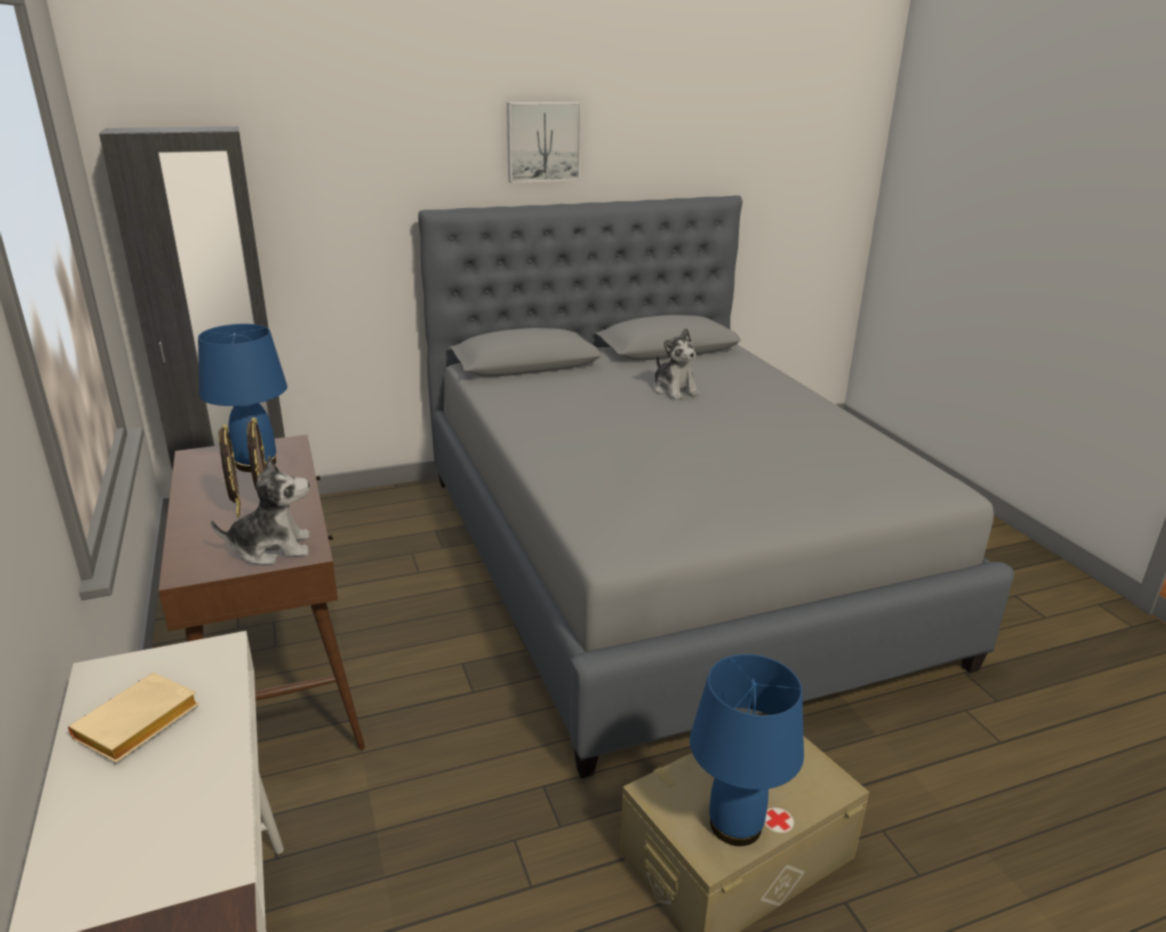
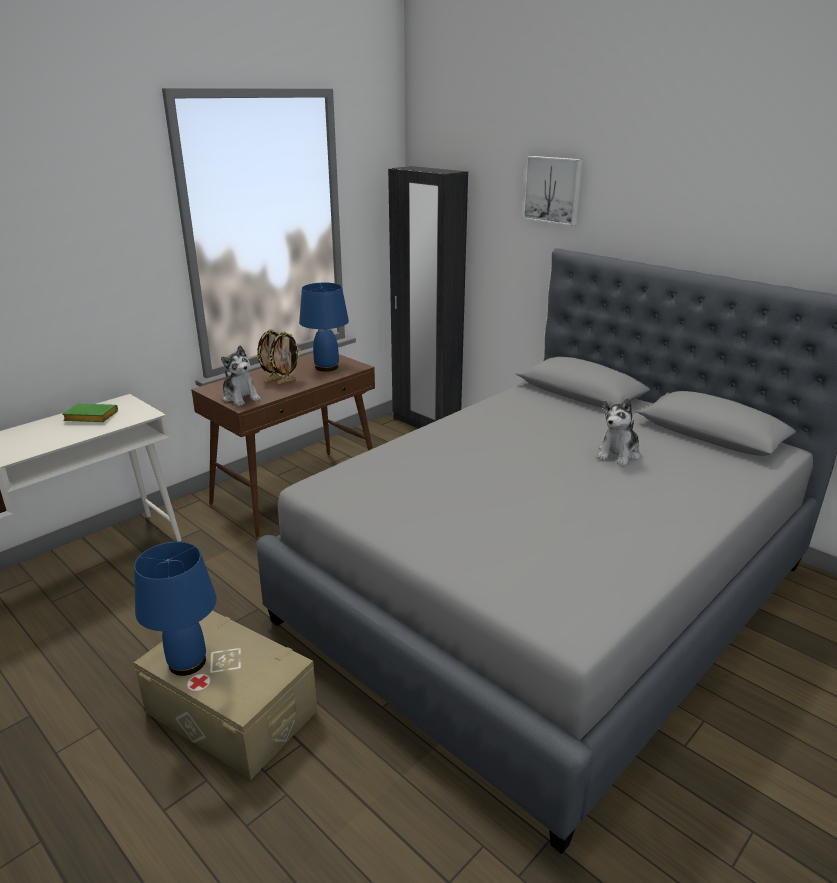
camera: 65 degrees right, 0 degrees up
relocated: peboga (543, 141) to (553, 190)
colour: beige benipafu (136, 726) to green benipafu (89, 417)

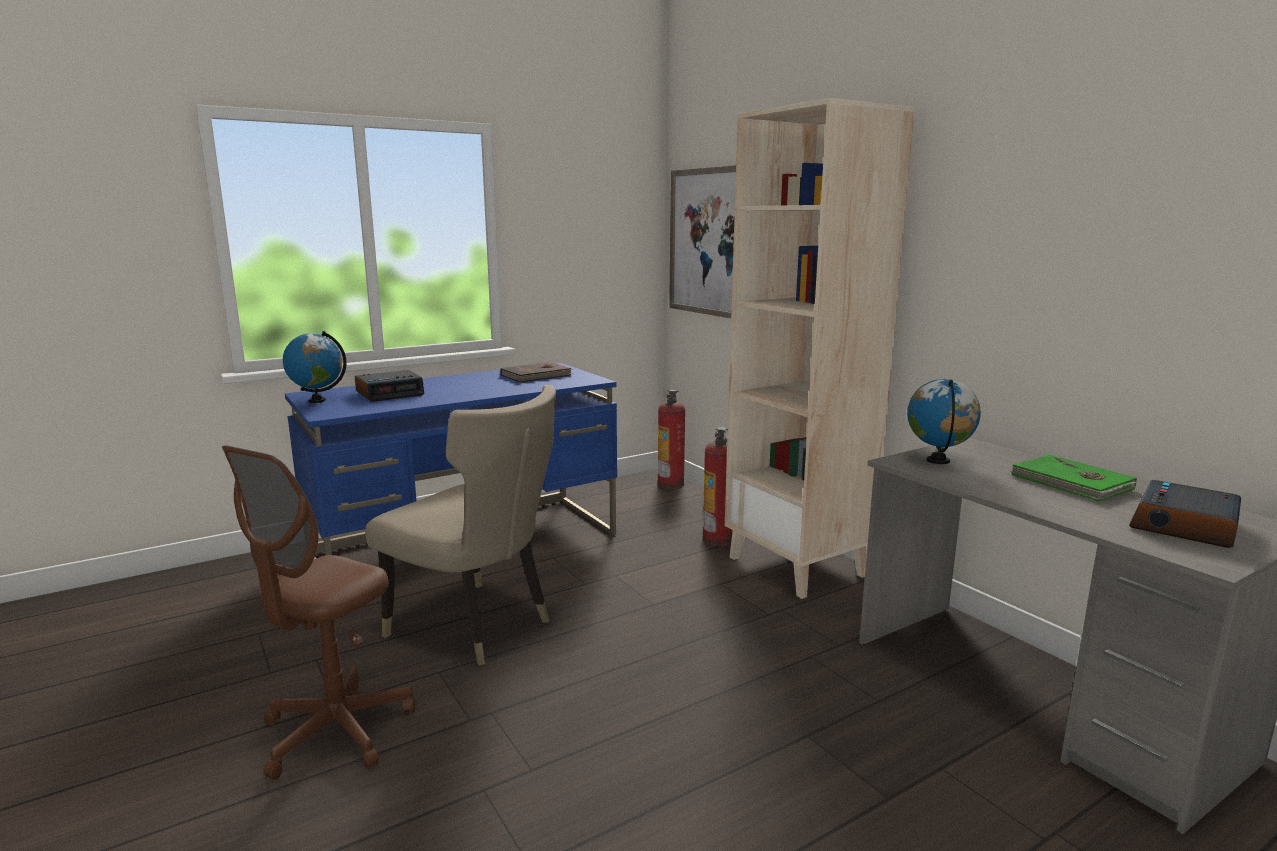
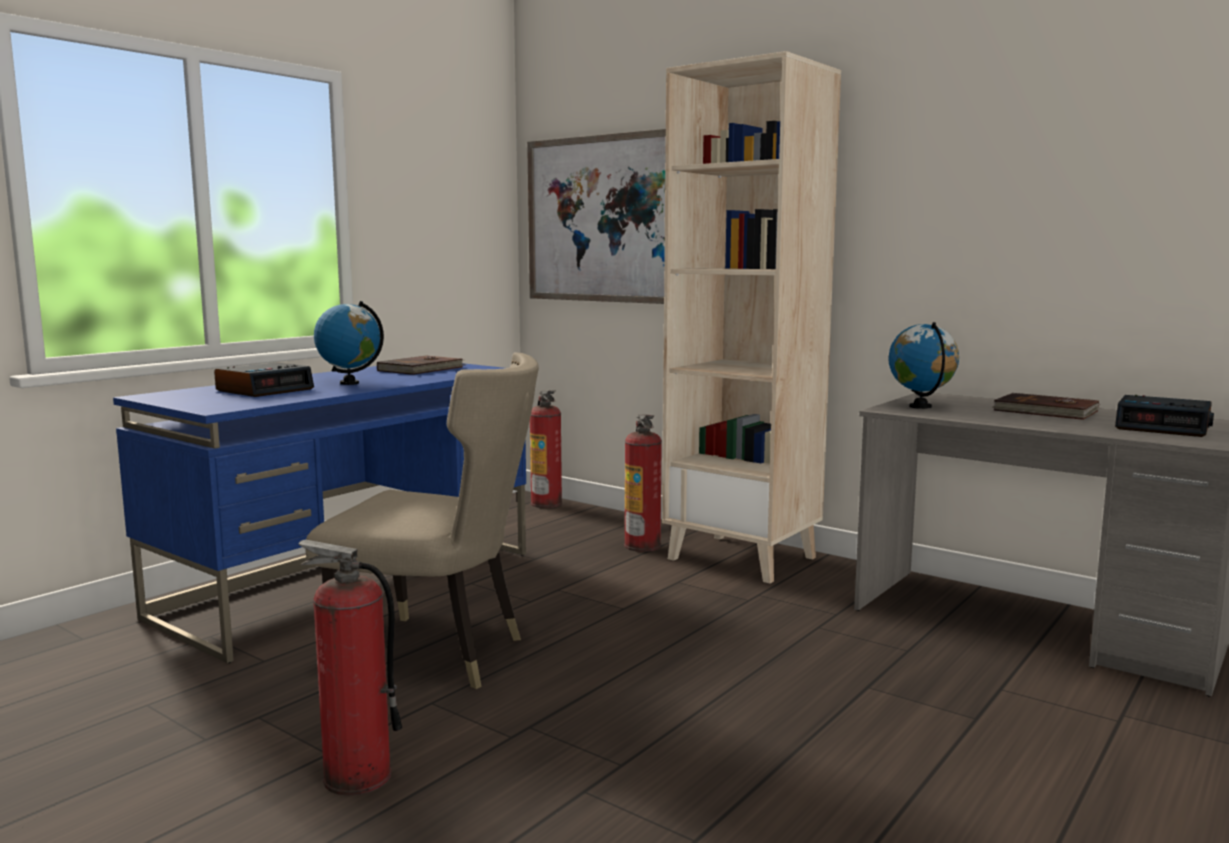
camera: 20 degrees left, 5 degrees down
relocated: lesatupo (317, 400) to (349, 383)
exchanged: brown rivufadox (336, 732) to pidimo (356, 777)
colour: green benipafu (1071, 482) to brown benipafu (1046, 411)
spun: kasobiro (1184, 526) = (1163, 427) 75 degrees counterclockwise

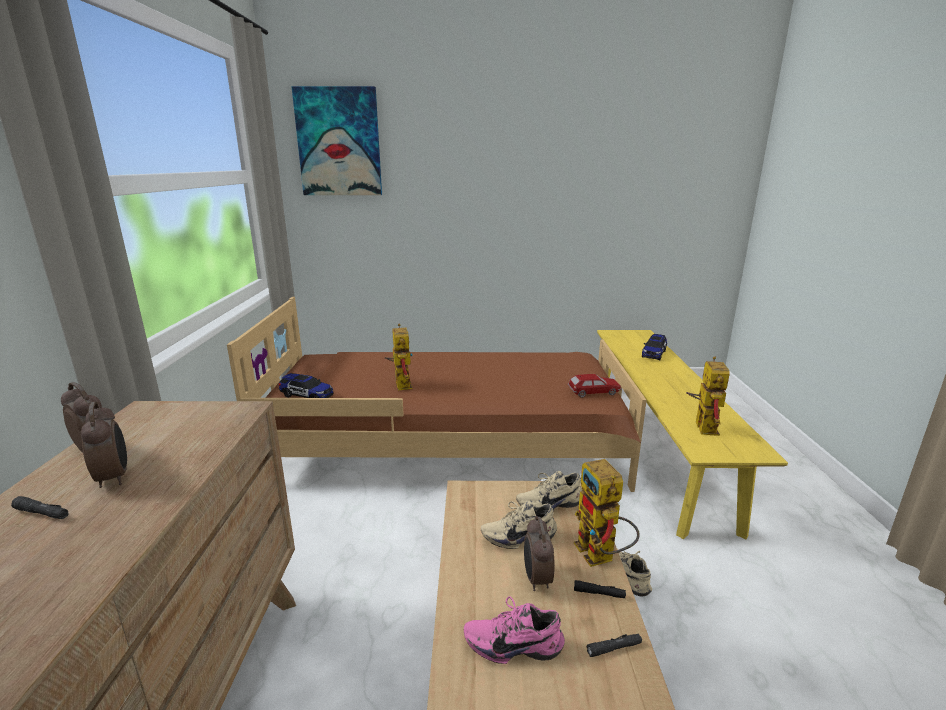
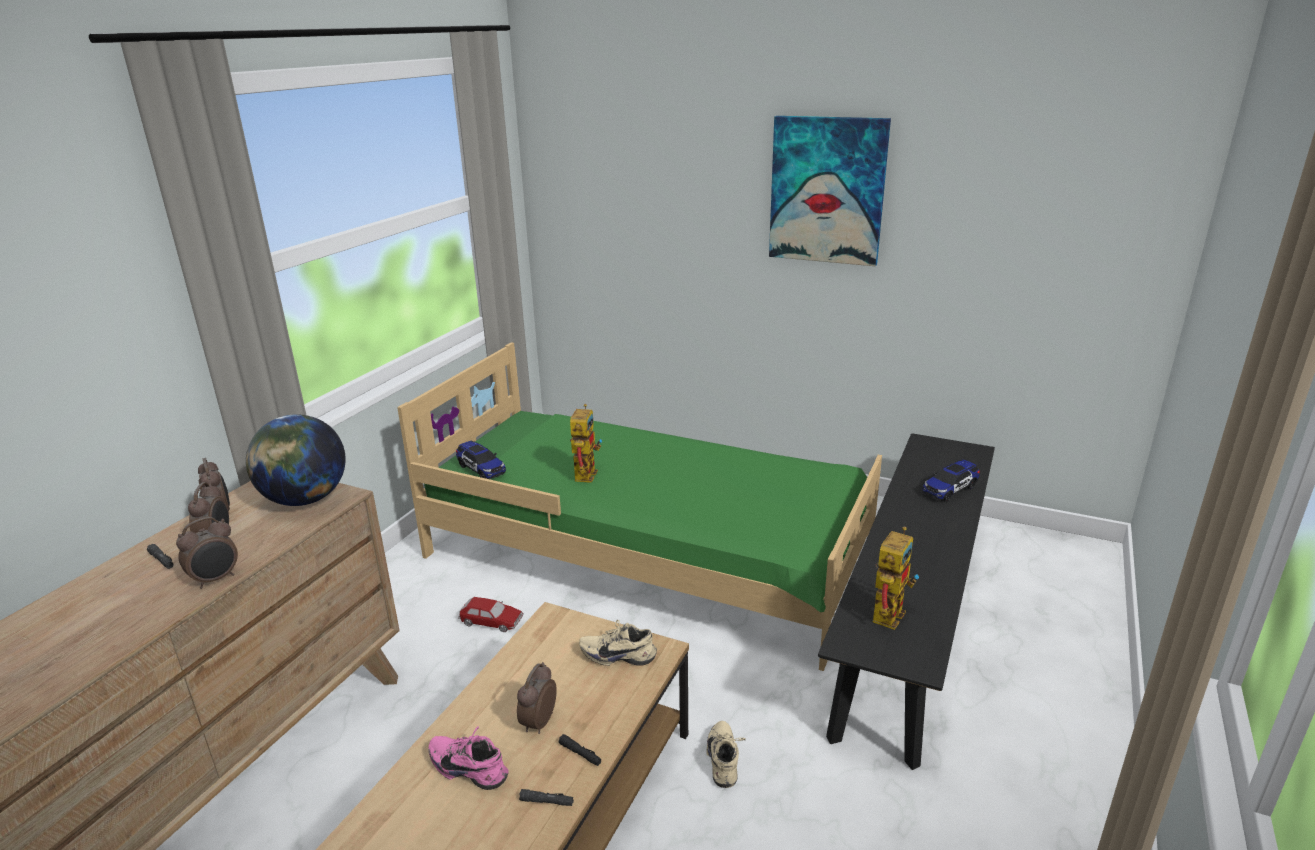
camera: 25 degrees right, 5 degrees up
missing: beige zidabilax (518, 536); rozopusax (601, 557)
appeared: kasobiro (216, 579); lesatupo (305, 499)
relocated: peboga (339, 142) to (827, 190); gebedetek (594, 392) to (492, 621)
colour: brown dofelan (449, 445) to green dofelan (649, 554); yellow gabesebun (655, 446) to black gabesebun (910, 619)

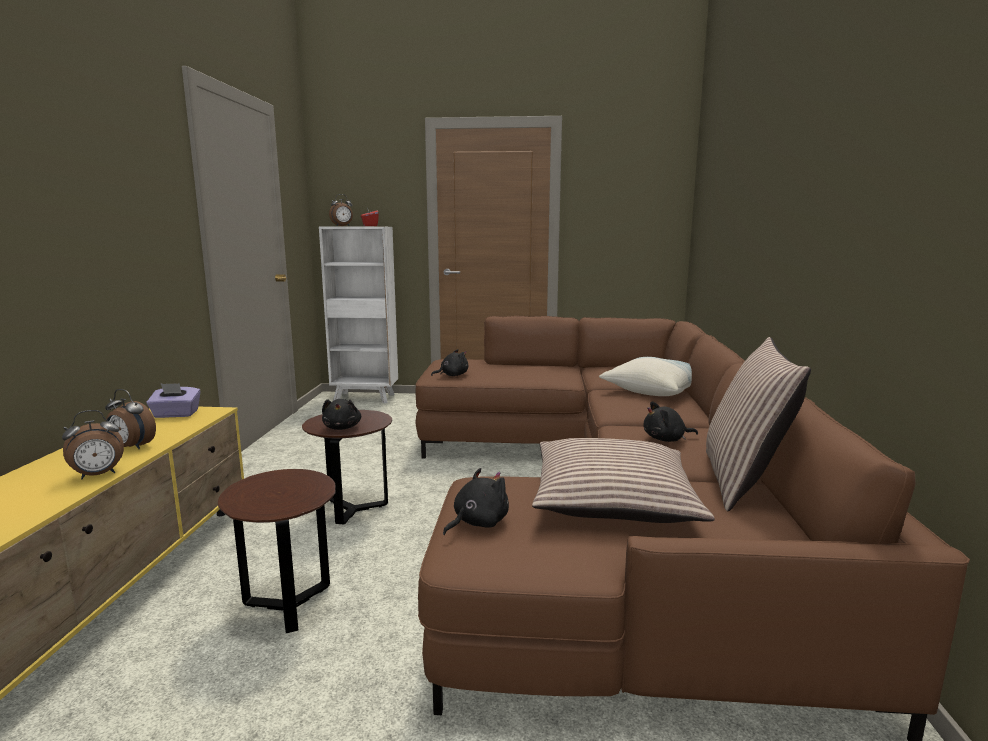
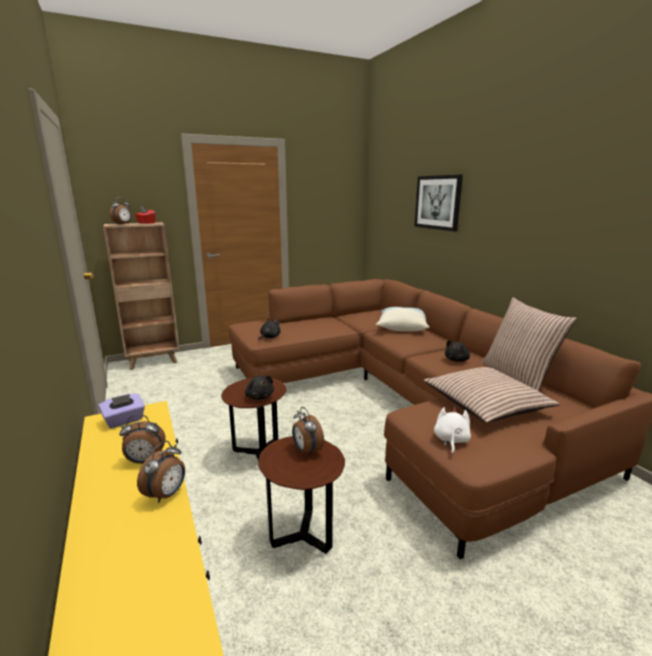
camera: 30 degrees left, 5 degrees up
appeared: kasobiro (306, 450); peboga (438, 202)
colour: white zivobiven (365, 398) to brown zivobiven (154, 361); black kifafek (477, 523) to white kifafek (451, 440)

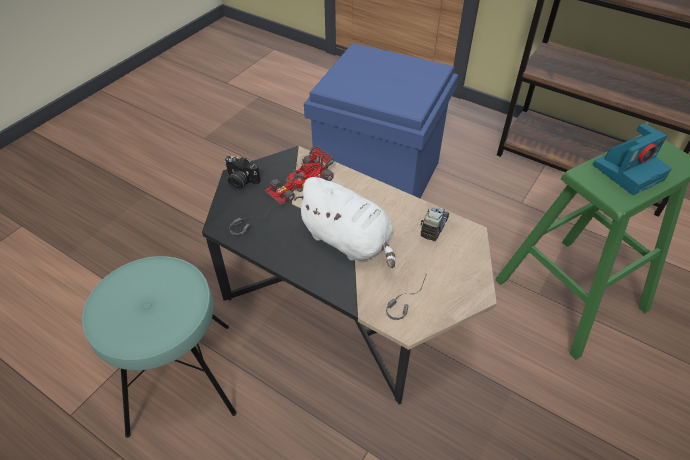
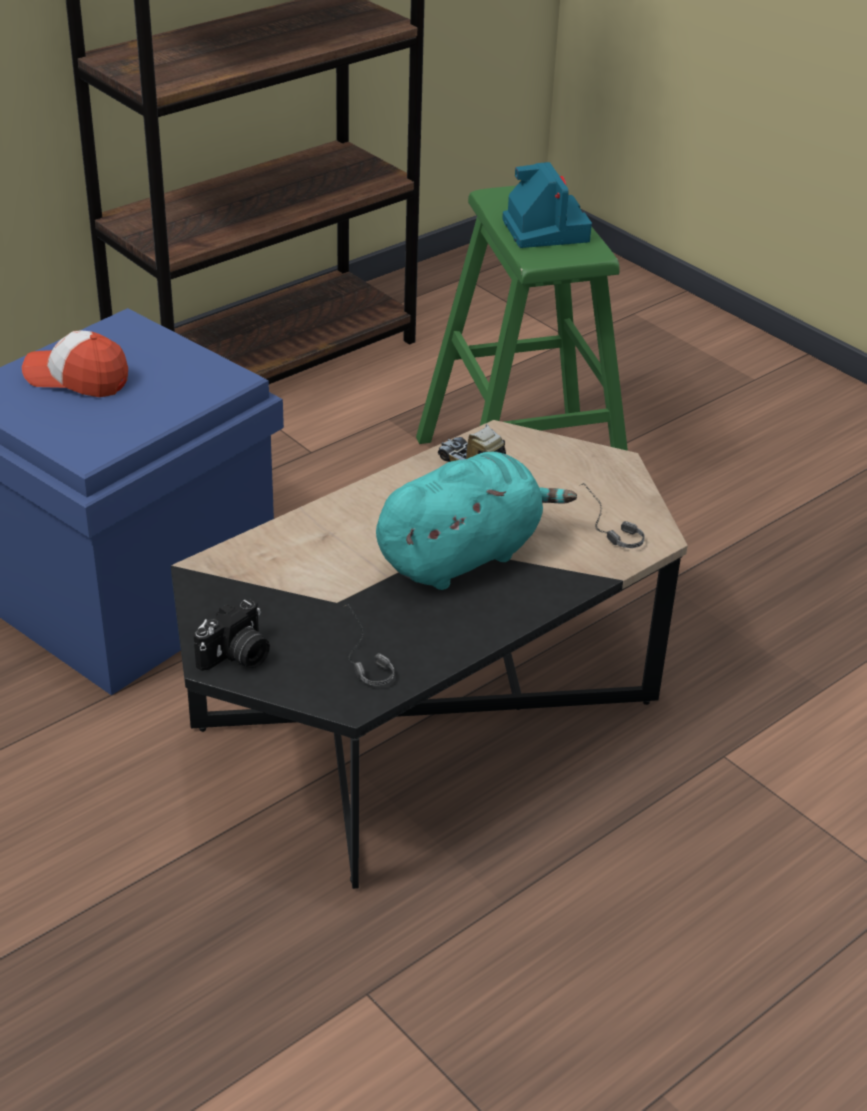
camera: 75 degrees left, 10 degrees down
missing: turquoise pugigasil (181, 377); gebedetek (300, 182)
appeared: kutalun (77, 378)
colour: white kifafek (348, 241) to turquoise kifafek (463, 555)

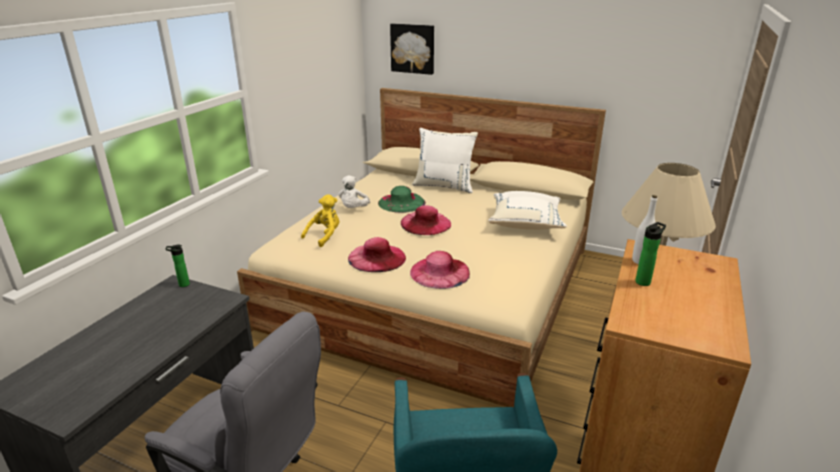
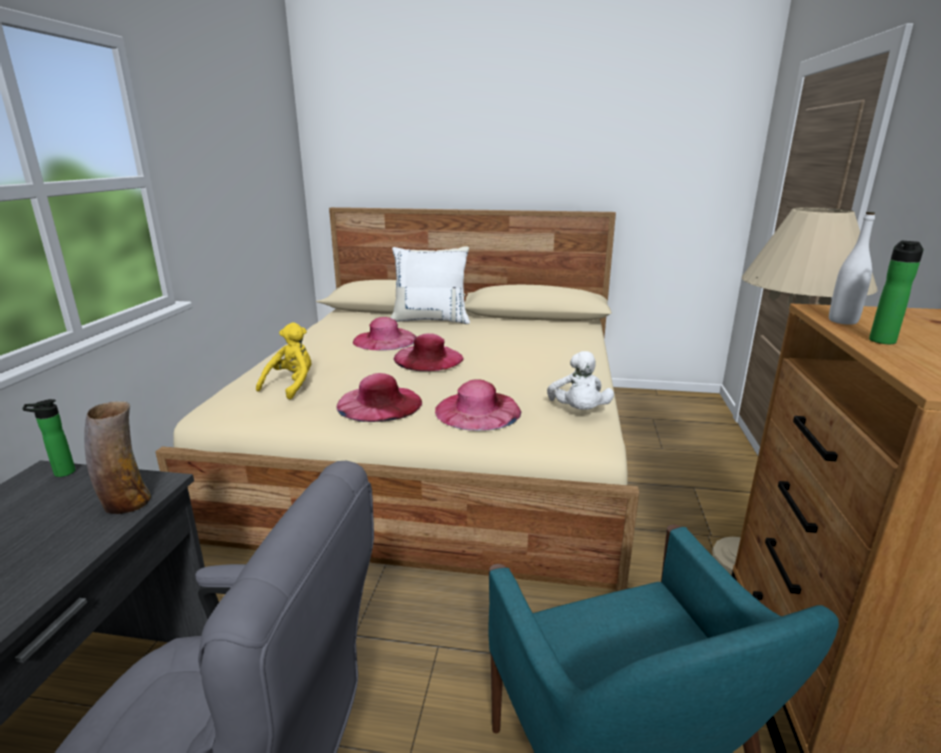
camera: 15 degrees left, 5 degrees down
missing: peboga (413, 48); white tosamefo (525, 223)
appeared: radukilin (126, 503)
relocated: white kifafek (353, 209) to (578, 411)
colour: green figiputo (401, 202) to pink figiputo (385, 340)

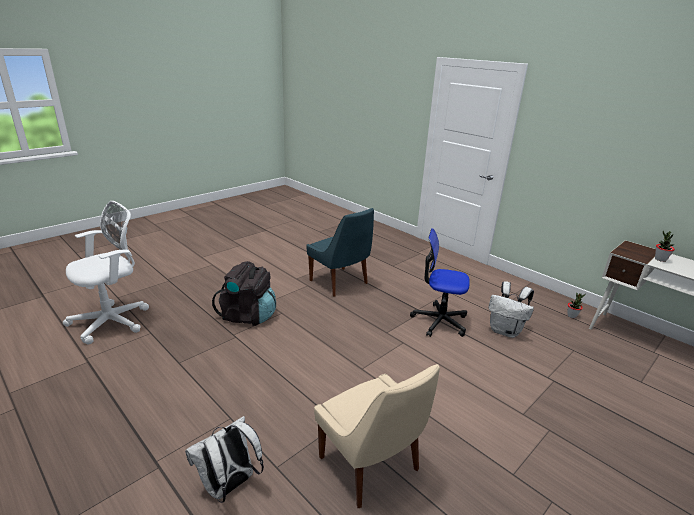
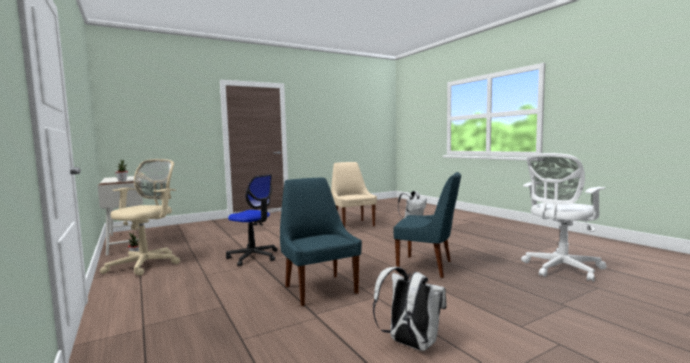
camera: 165 degrees left, 20 degrees down
appeared: beige rivufadox (147, 264)
relocated: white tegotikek (505, 331) to (410, 344)
exchanged: black tegotikek (248, 316) to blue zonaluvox (427, 267)

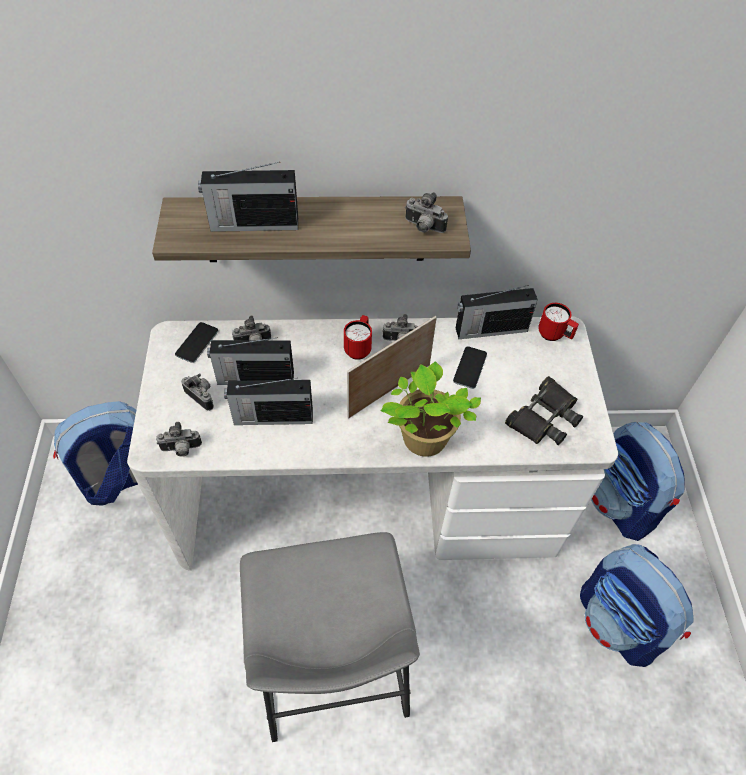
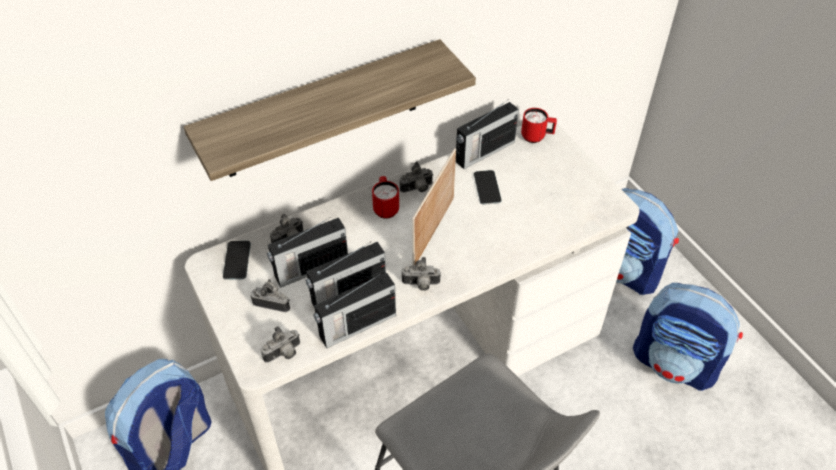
camera: 25 degrees left, 5 degrees down
missing: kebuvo (423, 441); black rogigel (544, 417)
relocated: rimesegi (253, 224) to (356, 326); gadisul (423, 227) to (420, 285)

